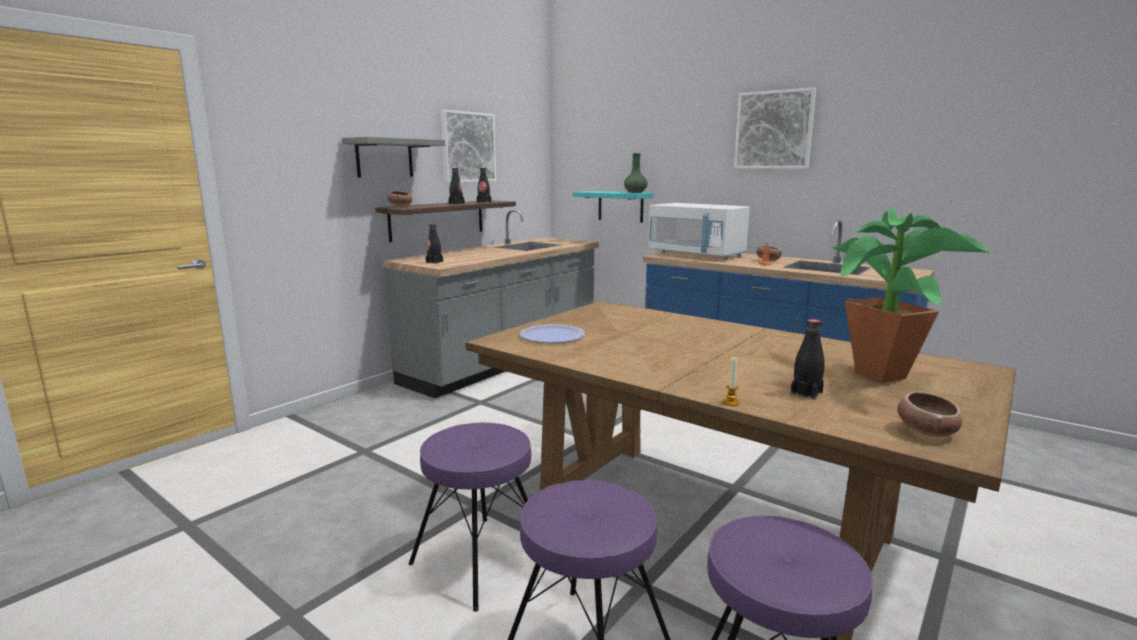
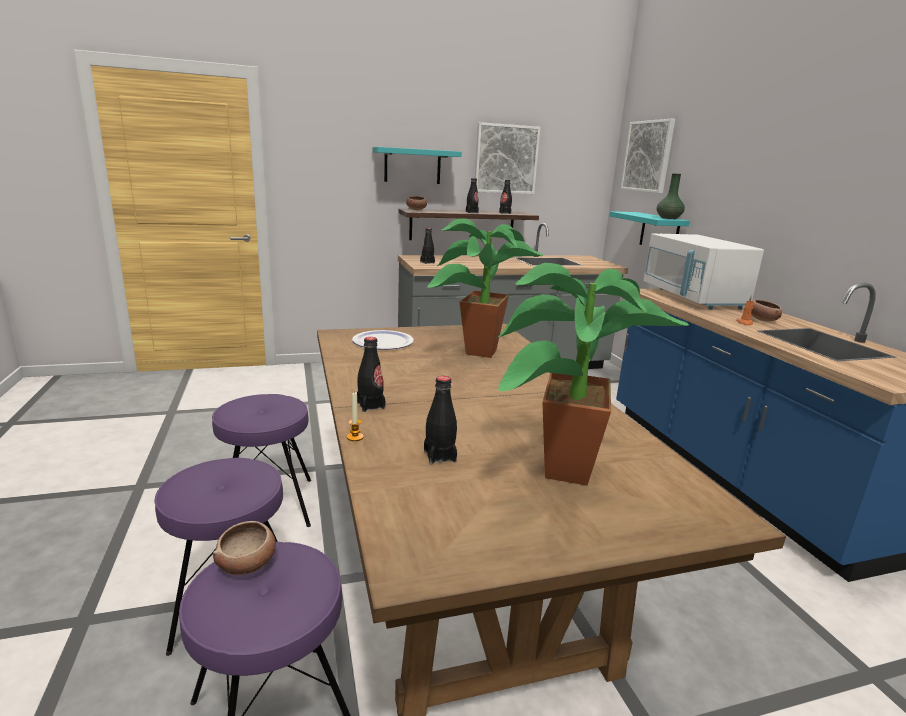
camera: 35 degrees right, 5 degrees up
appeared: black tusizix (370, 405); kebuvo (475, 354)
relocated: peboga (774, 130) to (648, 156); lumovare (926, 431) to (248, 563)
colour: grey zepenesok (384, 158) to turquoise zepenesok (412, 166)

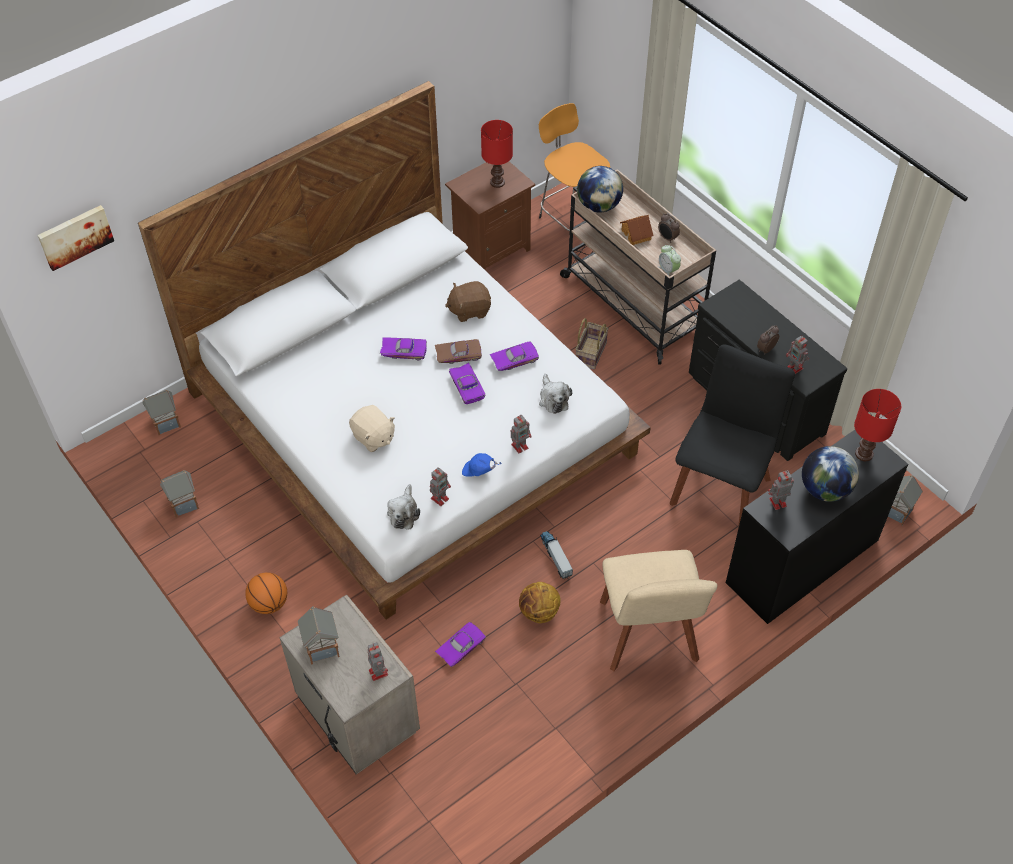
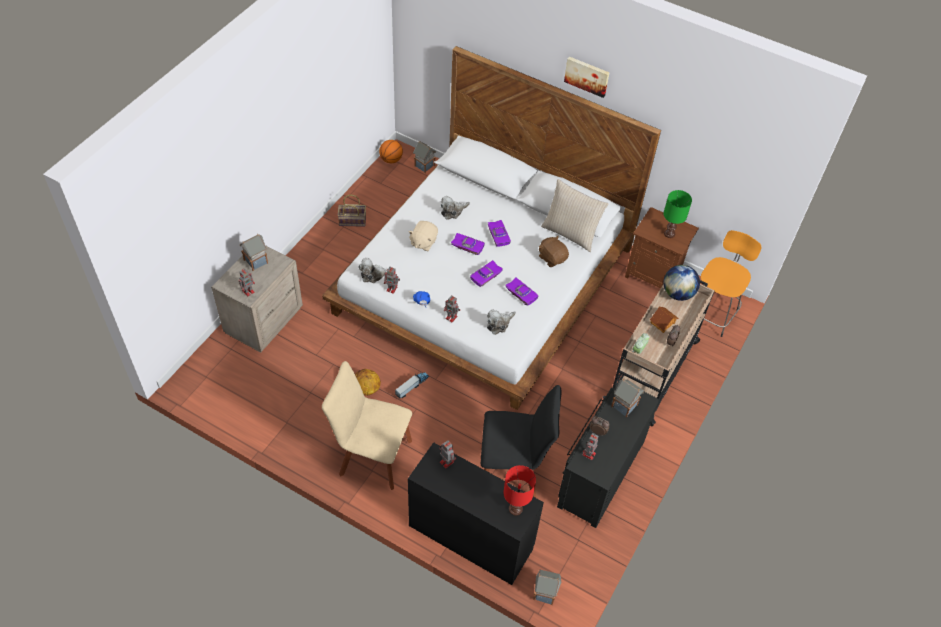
camera: 65 degrees right, 0 degrees up
missing: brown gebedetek (458, 354); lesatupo (825, 489)
appeared: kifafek (453, 211); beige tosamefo (570, 233)
relocated: peboga (75, 236) to (587, 76); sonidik (184, 503) to (625, 406); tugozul (269, 603) to (391, 160); purple gebedetek (460, 646) to (468, 245); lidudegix (590, 352) to (353, 220)
colour: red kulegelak (497, 182) to green kulegelak (669, 233)
spun: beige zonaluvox (649, 636) = (372, 456) 45 degrees clockwise

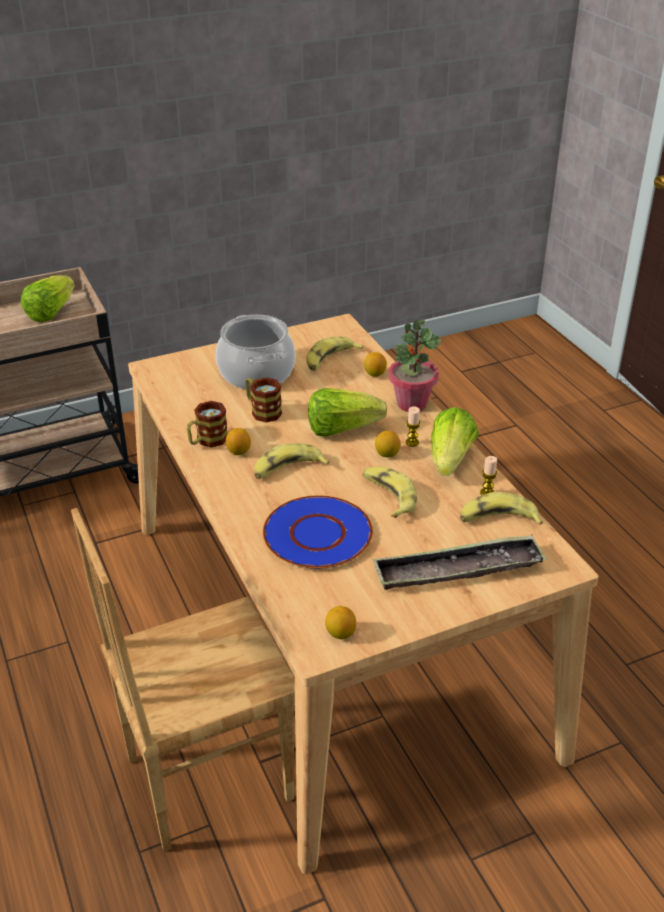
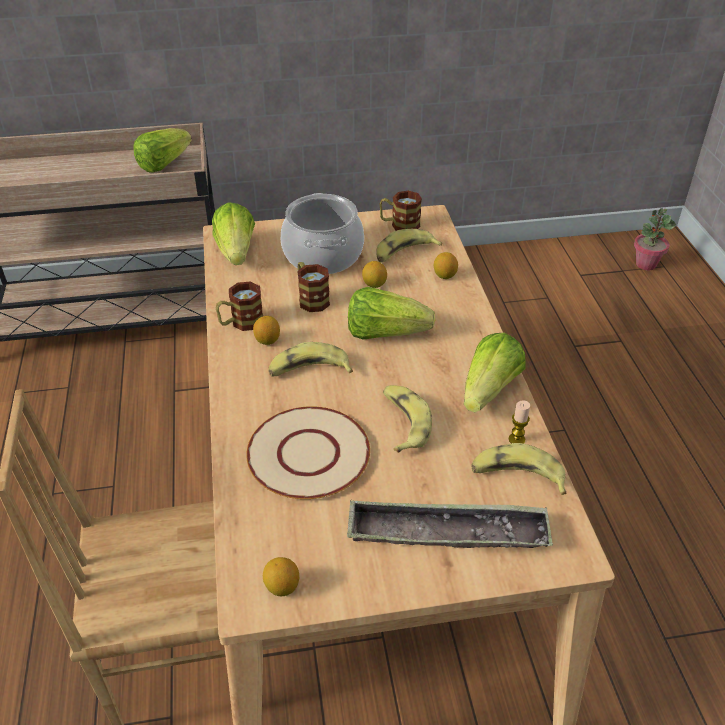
camera: 15 degrees right, 5 degrees up
missing: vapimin (412, 442)
appeared: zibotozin (236, 252); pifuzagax (399, 225)
relocated: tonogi (387, 454) to (374, 284); kebuvo (411, 404) to (645, 264)
colour: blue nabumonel (317, 534) to beige nabumonel (307, 454)

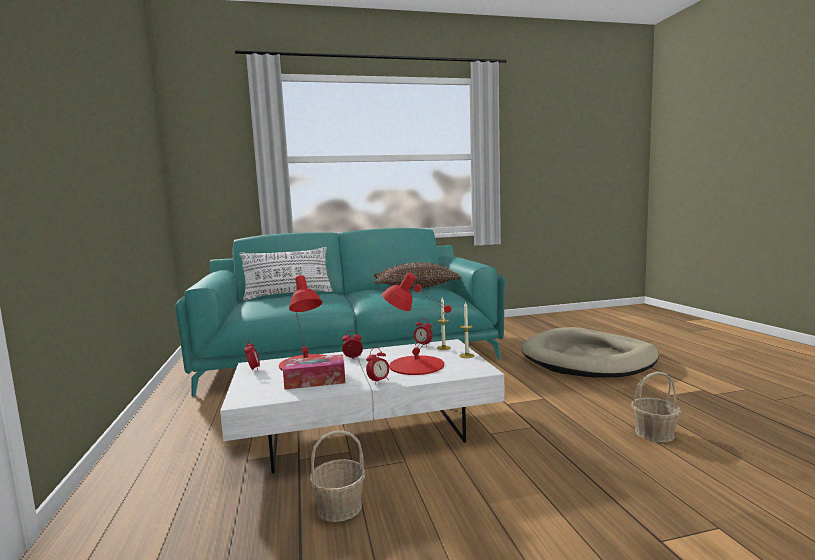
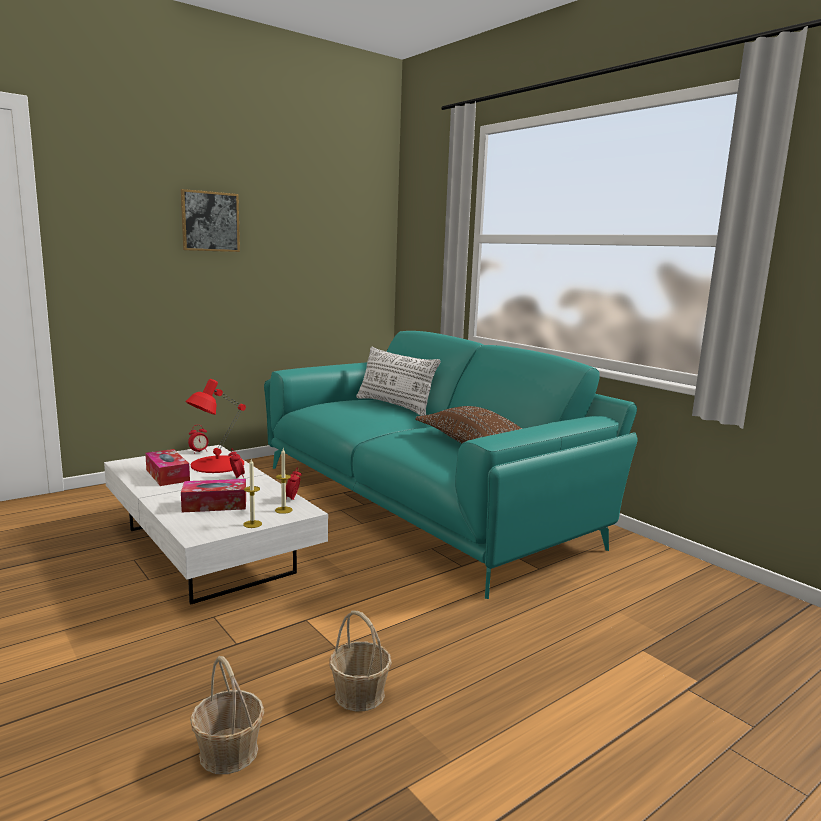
camera: 65 degrees right, 5 degrees up
missing: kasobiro (378, 381); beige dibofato (588, 359)
appeared: peboga (210, 221)
relocated: lidudegix (339, 507) to (359, 694)
exchanged: red kulegelak (415, 365) to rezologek (215, 504)

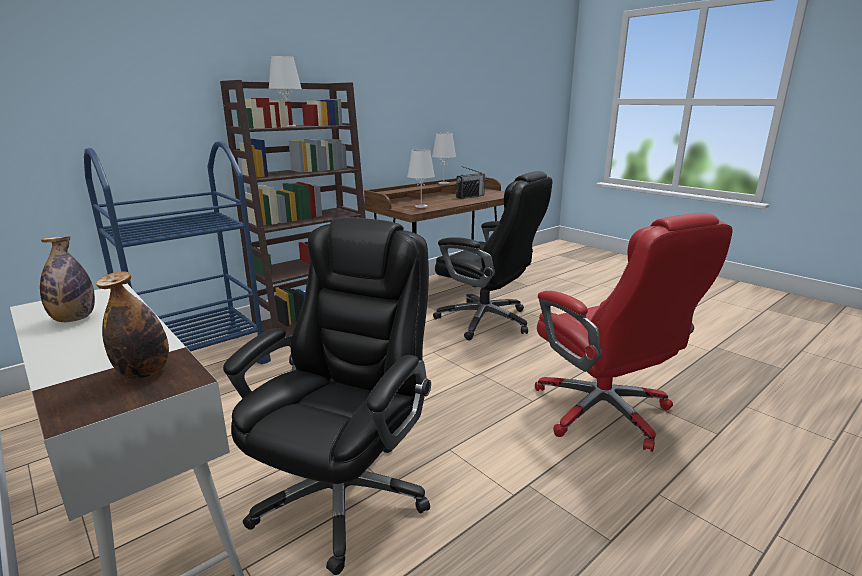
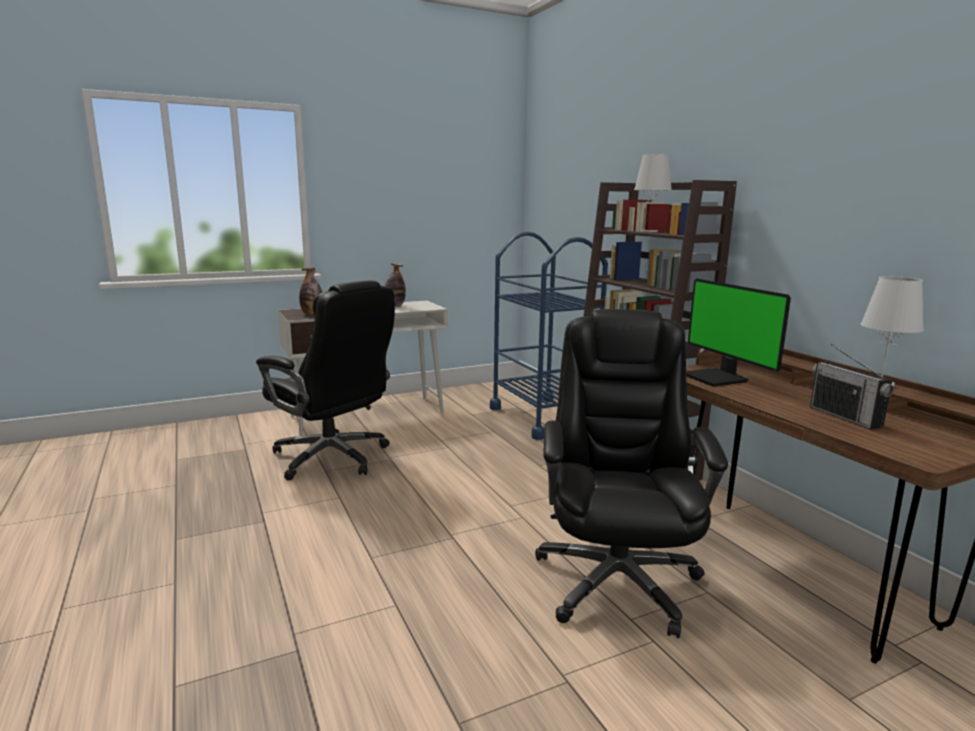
camera: 105 degrees right, 5 degrees down
missing: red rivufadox (604, 412)
exchanged: white kulegelak (421, 206) to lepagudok (717, 378)
spun: black rivufadox (486, 321) = (616, 579) 135 degrees clockwise

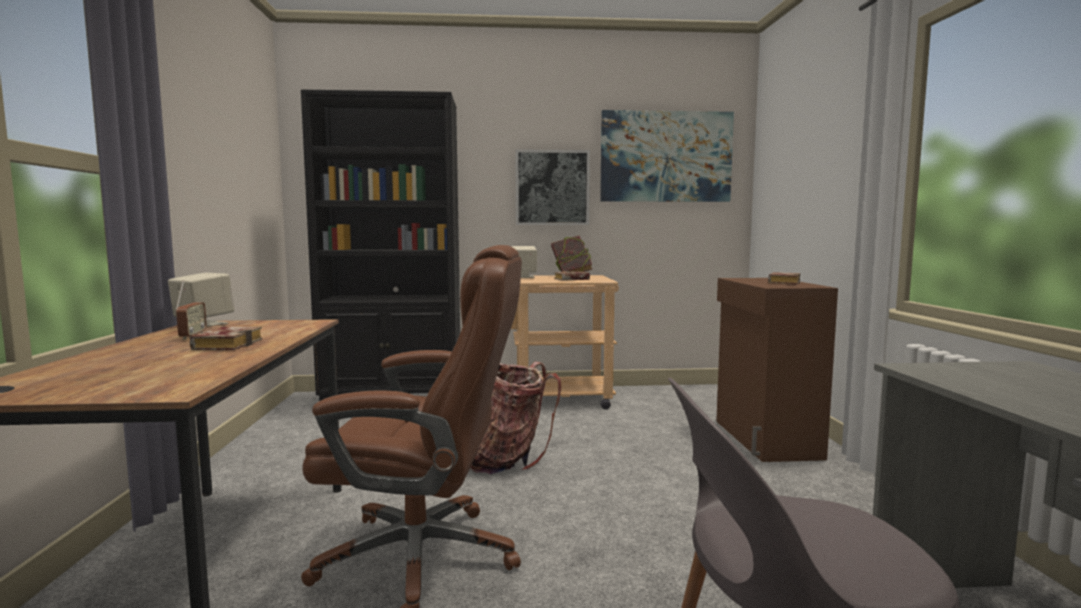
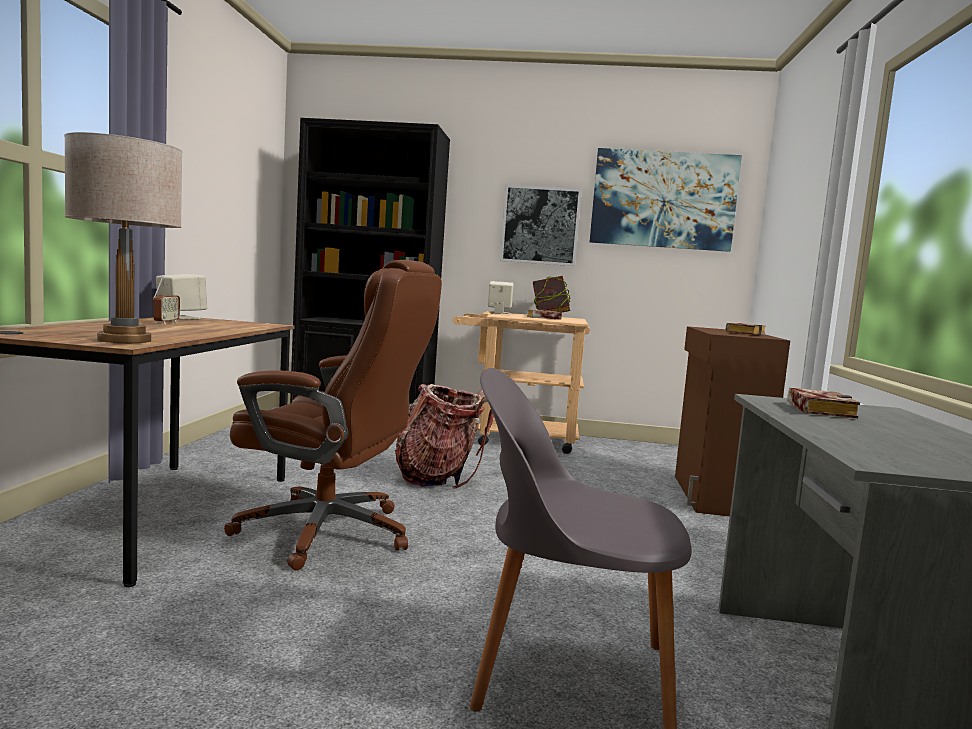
camera: 10 degrees right, 0 degrees up
appeared: beige kulegelak (124, 340)
relocated: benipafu (227, 344) to (817, 410)

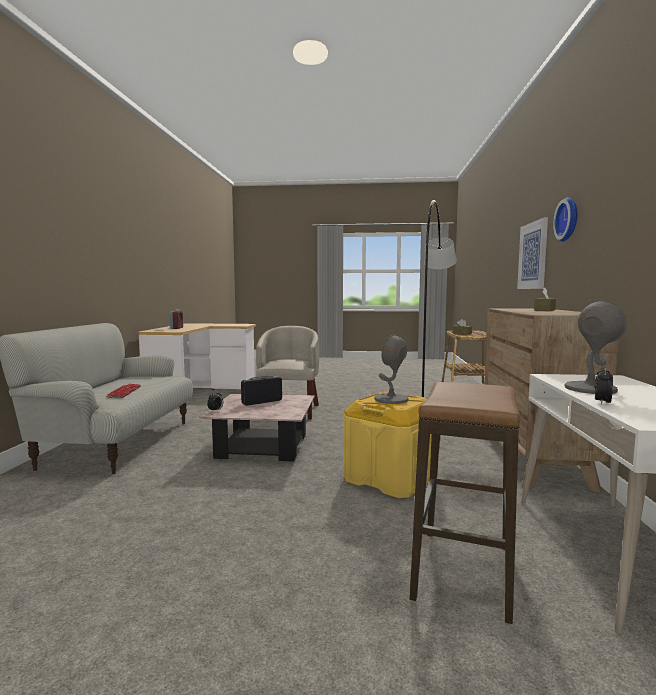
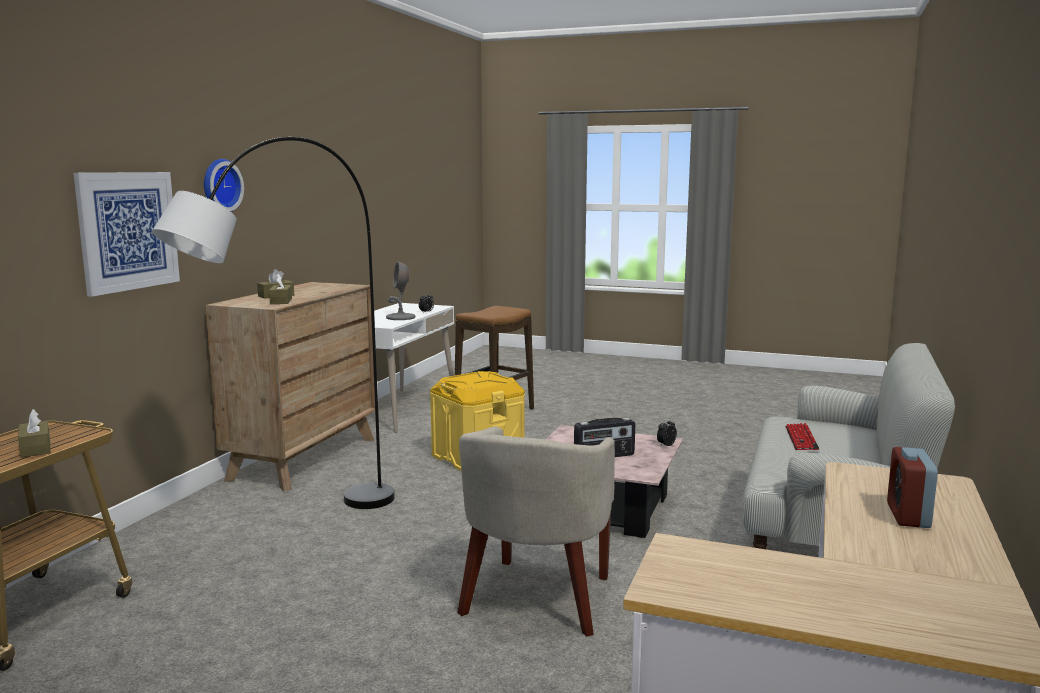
camera: 165 degrees left, 5 degrees up
missing: grey kulegelak (391, 399)
appeared: brown rezologek (281, 301)

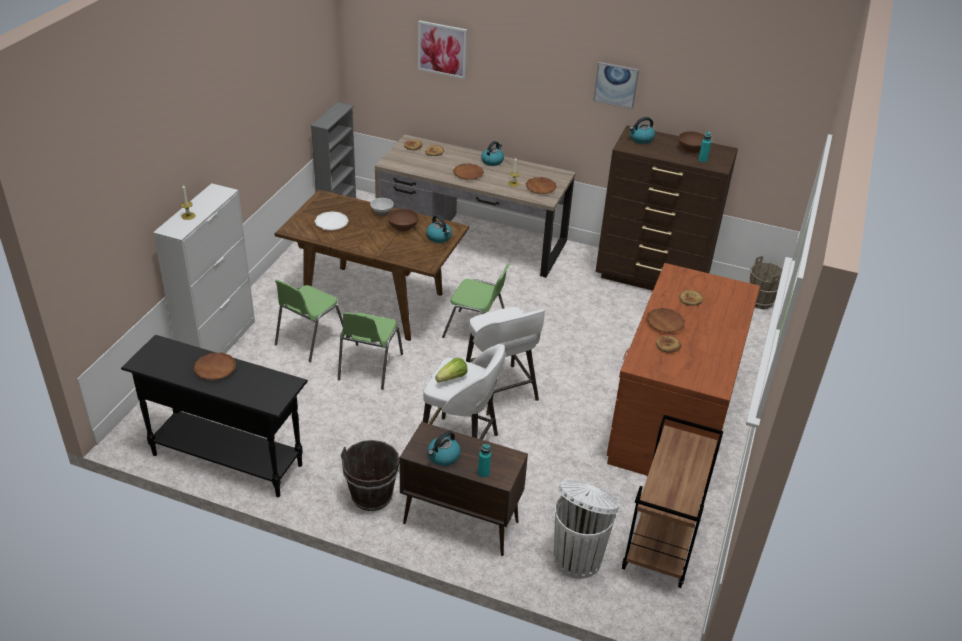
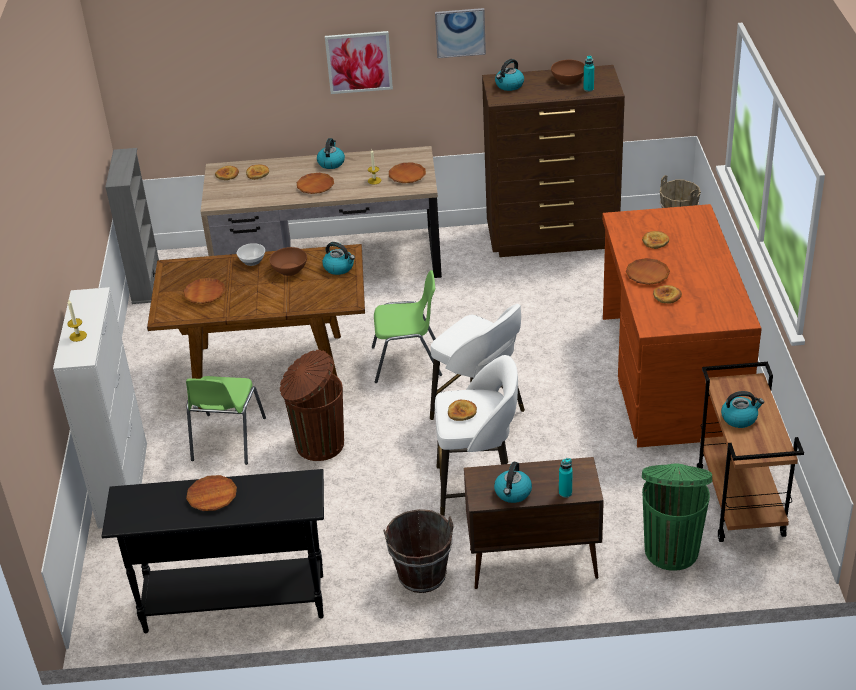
camera: 20 degrees left, 0 degrees up
appeared: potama (739, 418)
relocated: peboga (442, 49) to (359, 62)
exchanged: green zonaluvox (369, 367) to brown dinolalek (318, 445); zibotozin (452, 378) to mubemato (462, 412)
colour: white nabumonel (331, 223) to brown nabumonel (205, 293); white dinolalek (578, 557) to green dinolalek (671, 549)

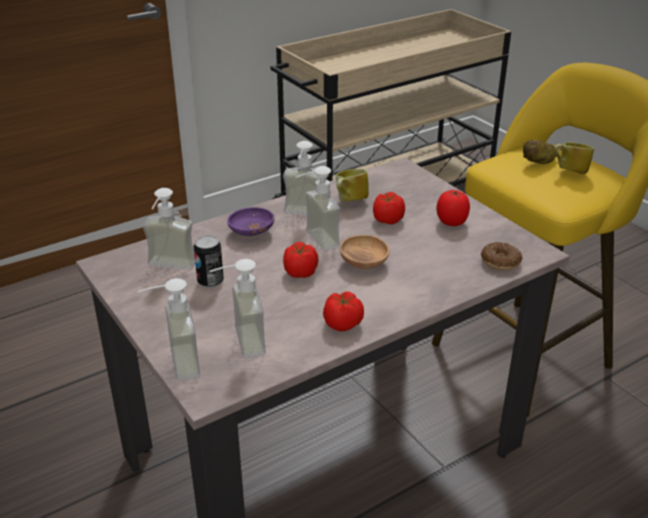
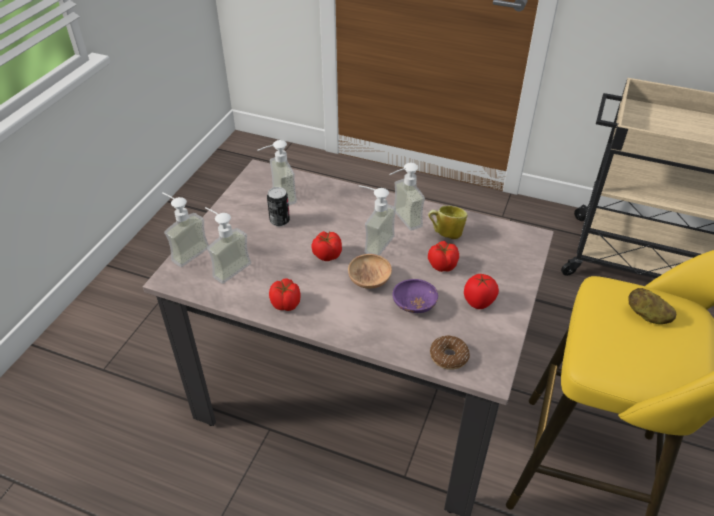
camera: 55 degrees right, 10 degrees up
missing: pifuzagax (569, 172)
relocated: purple lumovare (251, 232) to (414, 305)

